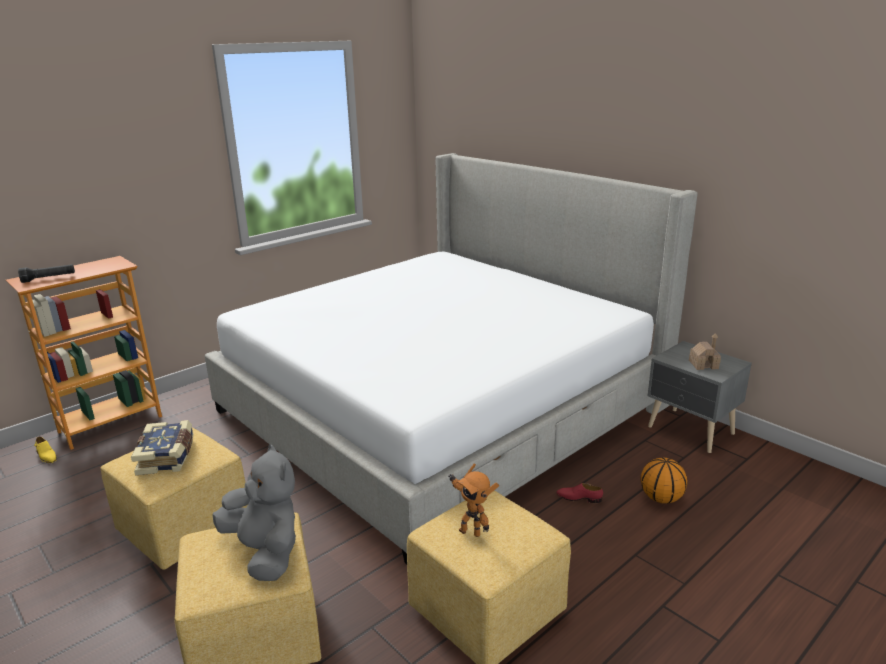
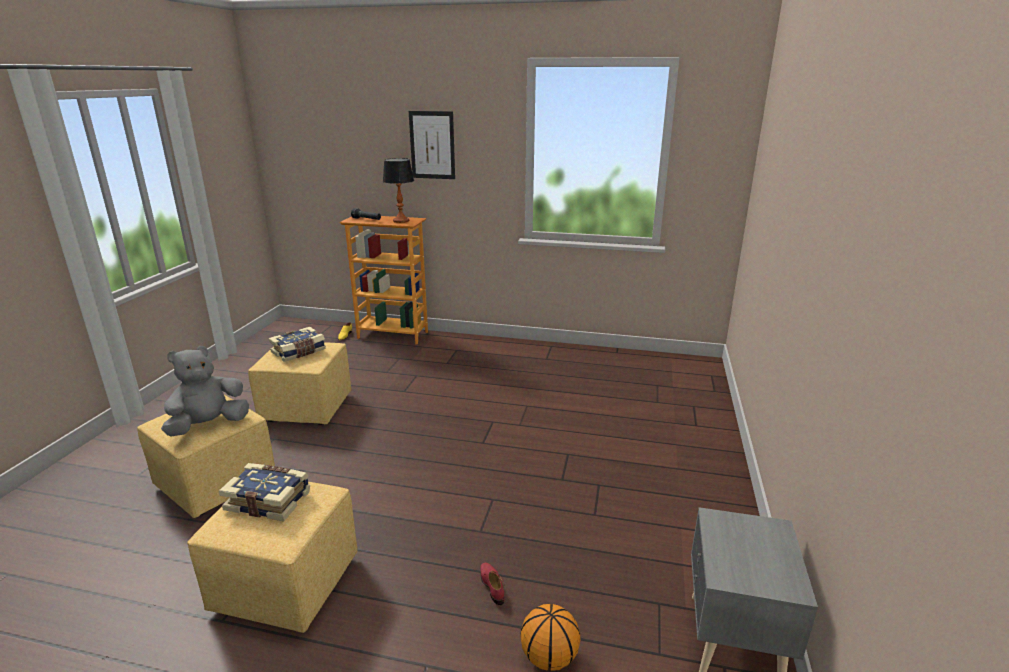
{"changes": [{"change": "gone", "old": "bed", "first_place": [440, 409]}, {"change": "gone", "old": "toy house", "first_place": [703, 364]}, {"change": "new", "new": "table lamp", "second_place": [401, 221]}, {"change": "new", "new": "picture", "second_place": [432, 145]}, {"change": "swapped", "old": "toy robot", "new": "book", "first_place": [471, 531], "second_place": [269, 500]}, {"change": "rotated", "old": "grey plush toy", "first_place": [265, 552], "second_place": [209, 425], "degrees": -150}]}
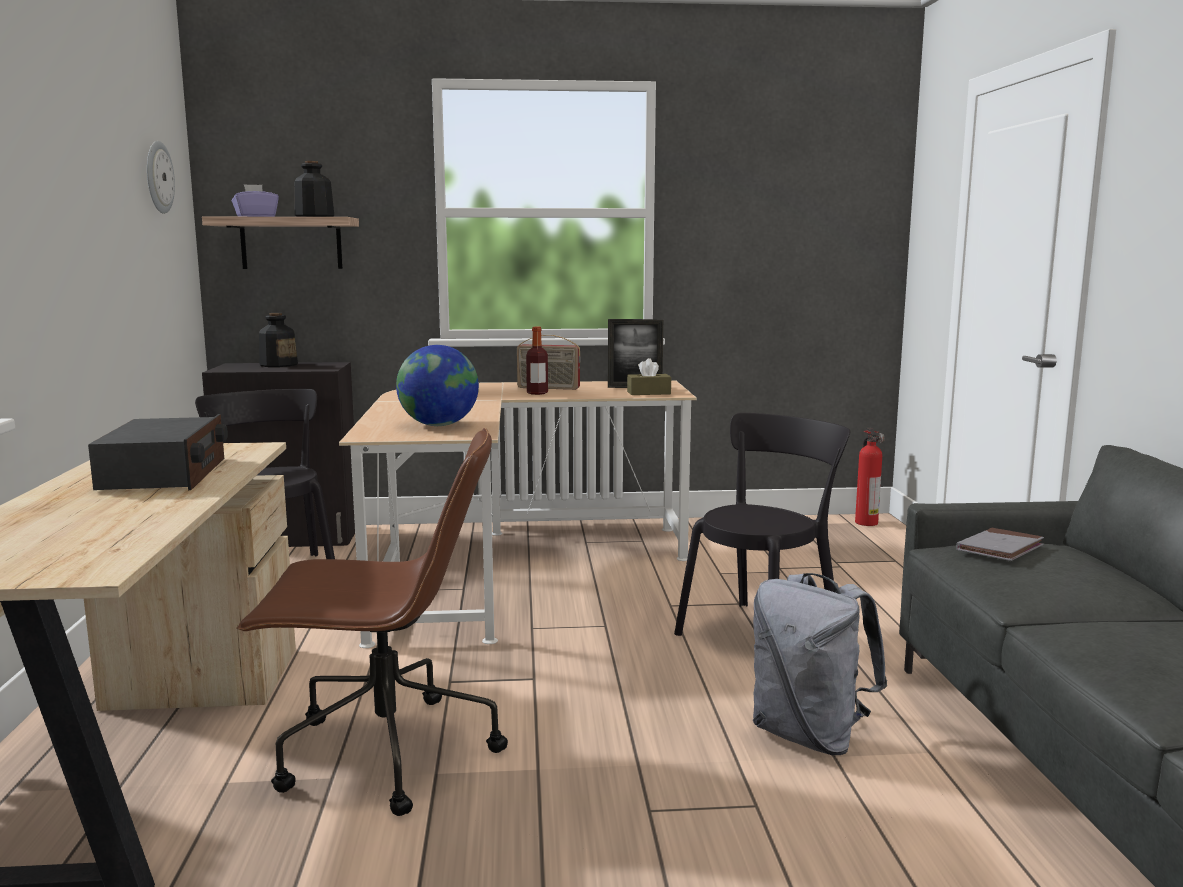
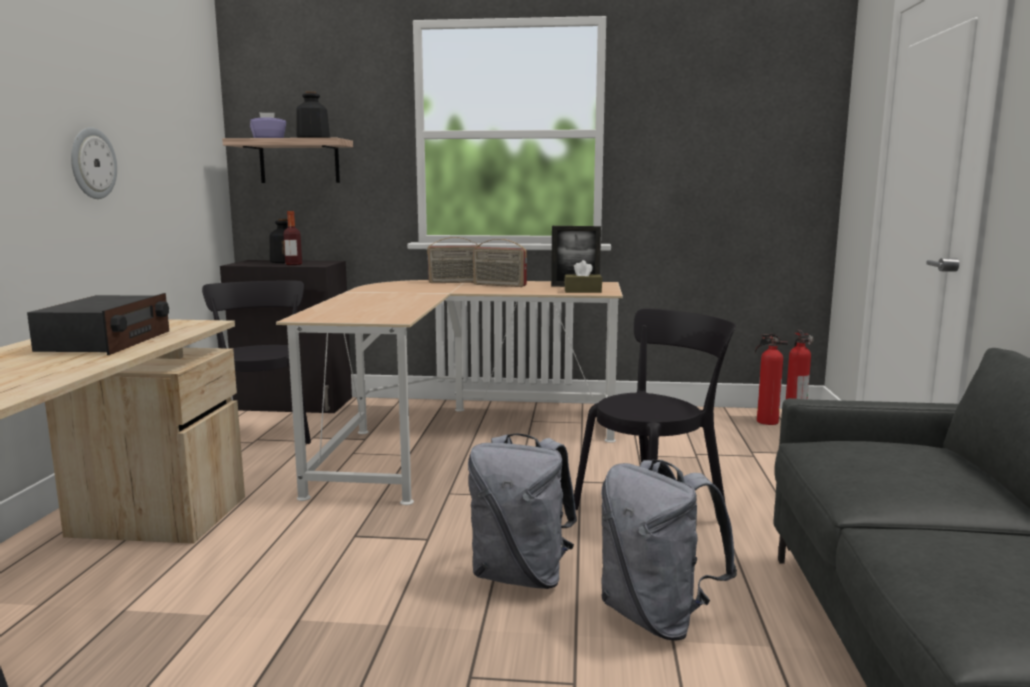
{"changes": [{"change": "gone", "old": "brown office chair", "first_place": [384, 754]}, {"change": "gone", "old": "globe", "first_place": [439, 425]}, {"change": "gone", "old": "grey book", "first_place": [999, 549]}, {"change": "new", "new": "radio", "second_place": [455, 282]}, {"change": "new", "new": "grey backpack", "second_place": [521, 576]}, {"change": "new", "new": "fire extinguisher", "second_place": [765, 421]}, {"change": "shifted", "old": "wall clock", "first_place": [158, 177], "second_place": [92, 163]}, {"change": "shifted", "old": "bottle", "first_place": [537, 393], "second_place": [293, 264]}]}
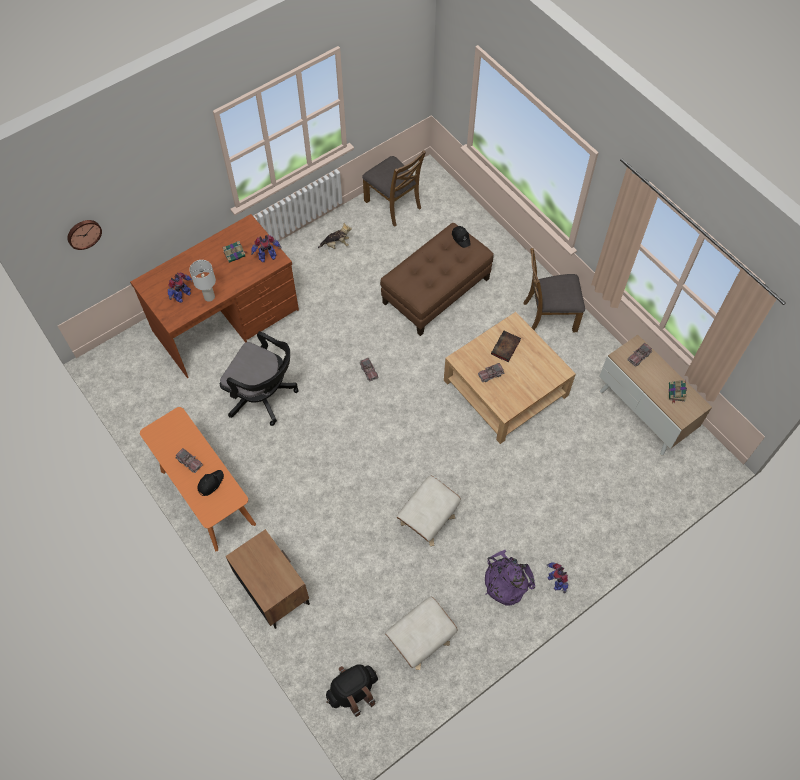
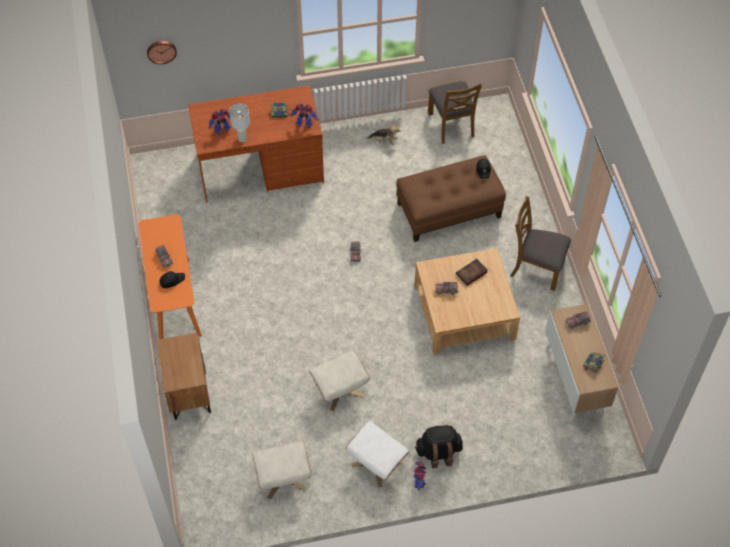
{"changes": [{"change": "gone", "old": "black office chair", "first_place": [264, 396]}, {"change": "shifted", "old": "black backpack", "first_place": [353, 691], "second_place": [438, 452]}, {"change": "swapped", "old": "purple backpack", "new": "white ottoman", "first_place": [506, 581], "second_place": [377, 463]}]}
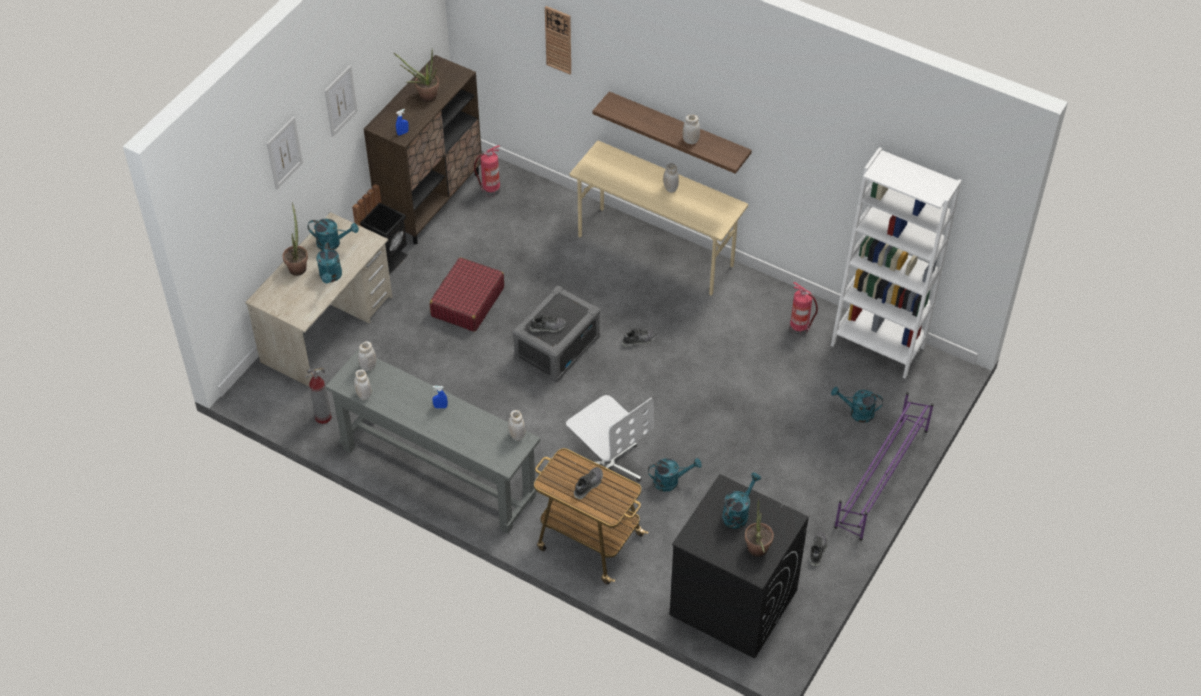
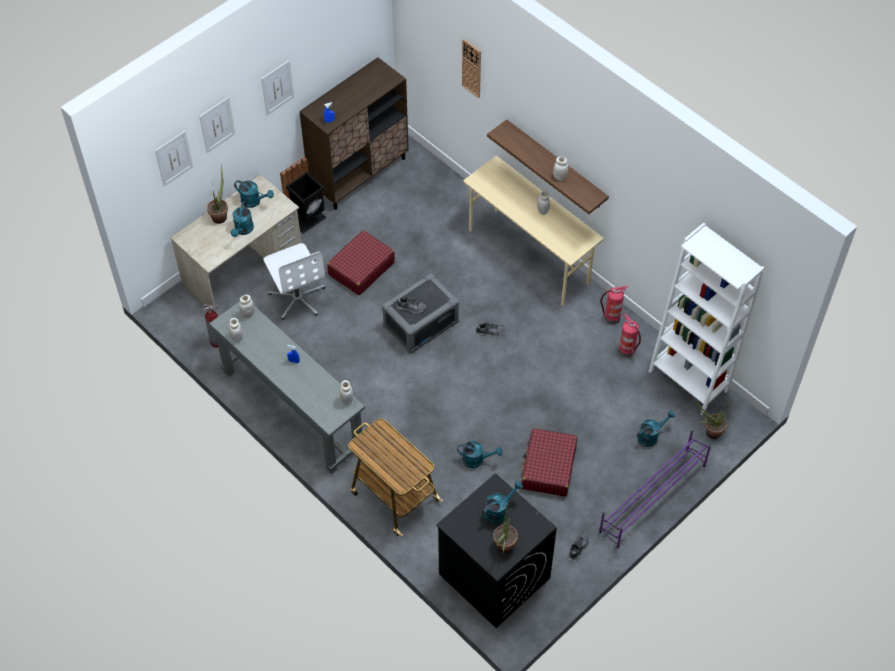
{"changes": [{"change": "gone", "old": "shoe", "first_place": [588, 485]}, {"change": "new", "new": "picture", "second_place": [174, 158]}, {"change": "new", "new": "red suitcase", "second_place": [548, 467]}, {"change": "shifted", "old": "potted plant", "first_place": [424, 97], "second_place": [709, 432]}, {"change": "shifted", "old": "fire extinguisher", "first_place": [490, 190], "second_place": [611, 318]}, {"change": "shifted", "old": "white office chair", "first_place": [608, 464], "second_place": [298, 298]}, {"change": "rotated", "old": "turquoise watering can", "first_place": [857, 412], "second_place": [651, 435], "degrees": 120}]}
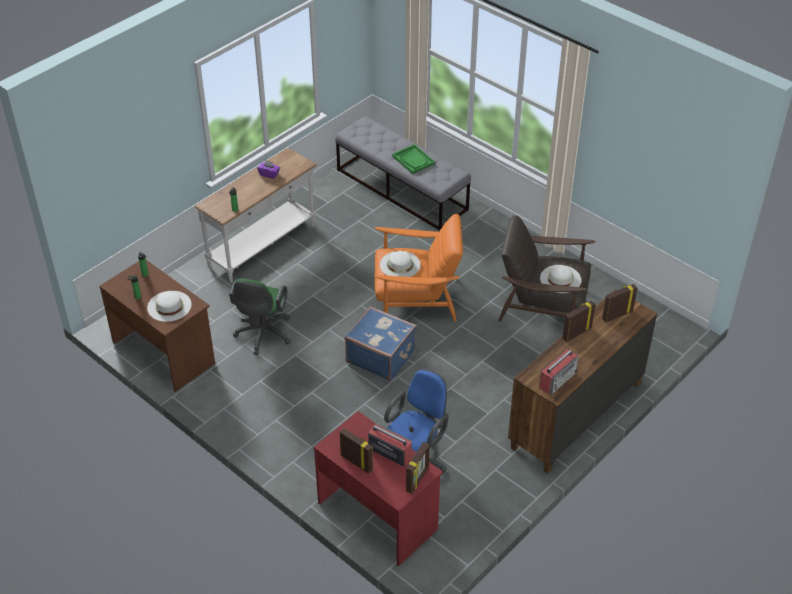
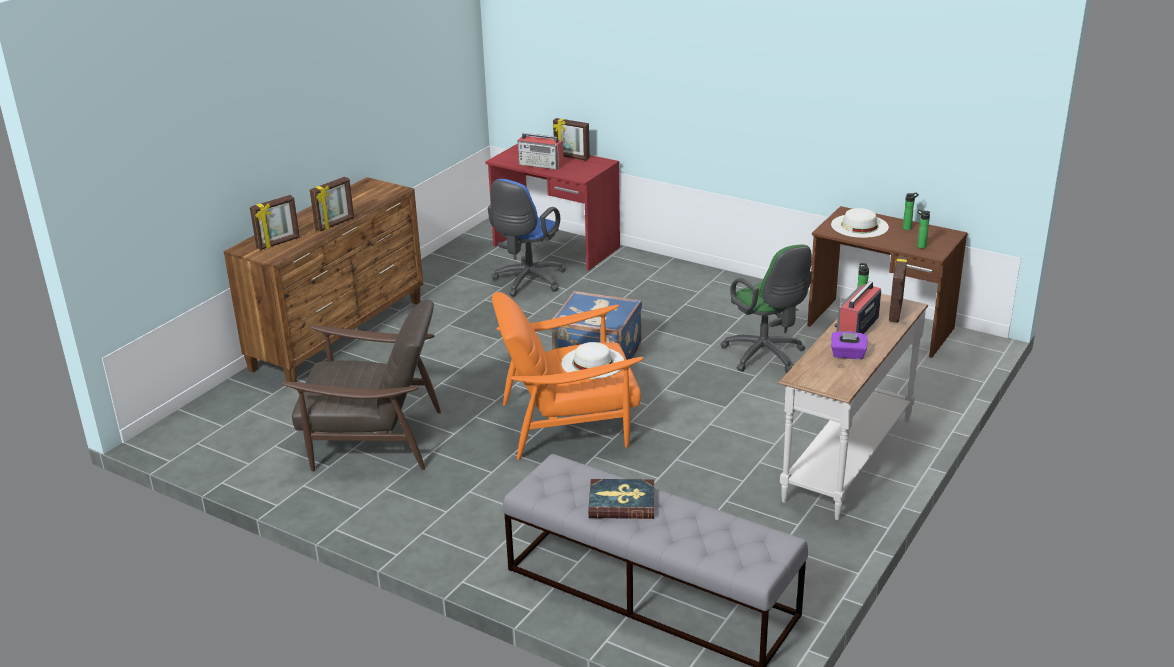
{"changes": [{"change": "gone", "old": "white hat", "first_place": [560, 279]}, {"change": "shifted", "old": "picture frame", "first_place": [418, 479], "second_place": [895, 311]}, {"change": "shifted", "old": "radio", "first_place": [558, 379], "second_place": [857, 328]}, {"change": "swapped", "old": "green tray", "new": "book", "first_place": [413, 160], "second_place": [621, 502]}, {"change": "rotated", "old": "green office chair", "first_place": [263, 335], "second_place": [766, 357], "degrees": 150}]}
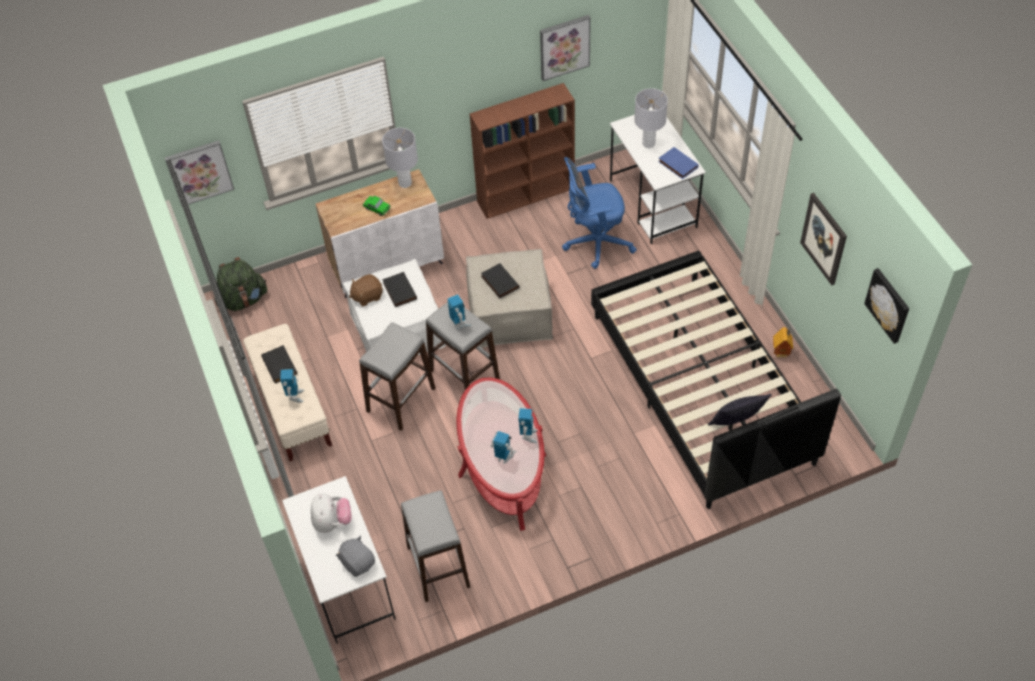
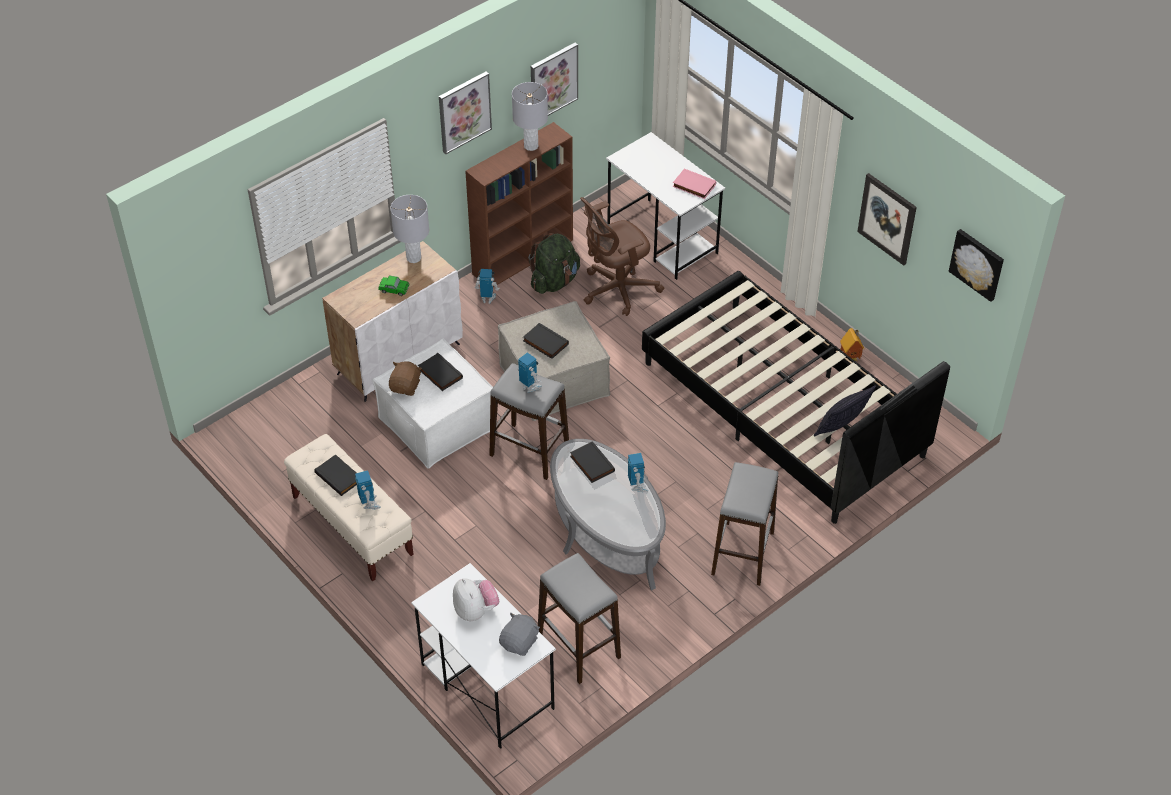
{"changes": [{"change": "new", "new": "black book", "second_place": [591, 464]}, {"change": "shifted", "old": "picture", "first_place": [199, 172], "second_place": [464, 111]}, {"change": "shifted", "old": "green backpack", "first_place": [243, 300], "second_place": [554, 281]}, {"change": "shifted", "old": "grey stool", "first_place": [401, 400], "second_place": [743, 553]}, {"change": "shifted", "old": "toy robot", "first_place": [503, 457], "second_place": [487, 299]}, {"change": "shifted", "old": "grey table lamp", "first_place": [648, 143], "second_place": [531, 146]}, {"change": "repainted", "old": "red coffee table", "new": "grey coffee table", "first_place": [502, 465], "second_place": [606, 531]}, {"change": "repainted", "old": "blue office chair", "new": "brown office chair", "first_place": [595, 242], "second_place": [616, 290]}, {"change": "repainted", "old": "blue book", "new": "pink book", "first_place": [677, 165], "second_place": [693, 186]}, {"change": "rotated", "old": "grey plush toy", "first_place": [358, 562], "second_place": [520, 642], "degrees": 90}, {"change": "rotated", "old": "brown plush toy", "first_place": [367, 296], "second_place": [406, 386], "degrees": 150}]}
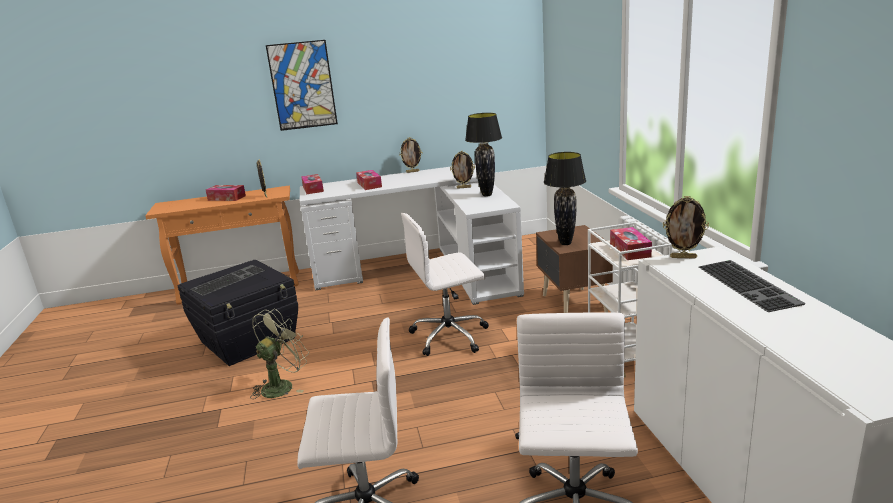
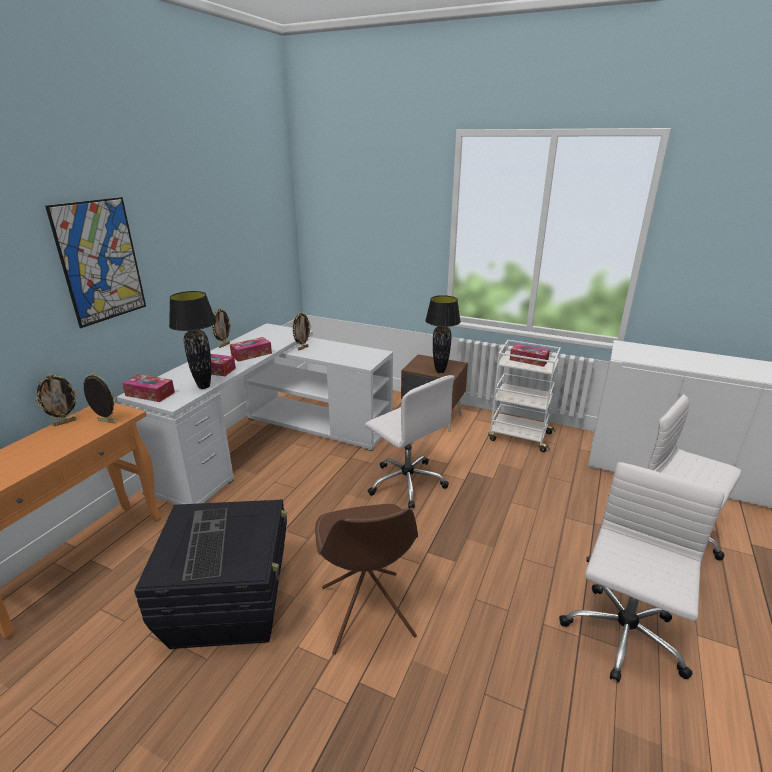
{"changes": [{"change": "gone", "old": "keyboard", "first_place": [750, 285]}, {"change": "shifted", "old": "tissue box", "first_place": [226, 198], "second_place": [251, 354]}, {"change": "shifted", "old": "black table lamp", "first_place": [487, 195], "second_place": [204, 386]}, {"change": "shifted", "old": "picture frame", "first_place": [683, 257], "second_place": [65, 422]}, {"change": "swapped", "old": "green fan", "new": "brown chair", "first_place": [282, 385], "second_place": [367, 613]}, {"change": "rotated", "old": "white office chair", "first_place": [450, 336], "second_place": [406, 482], "degrees": -60}]}
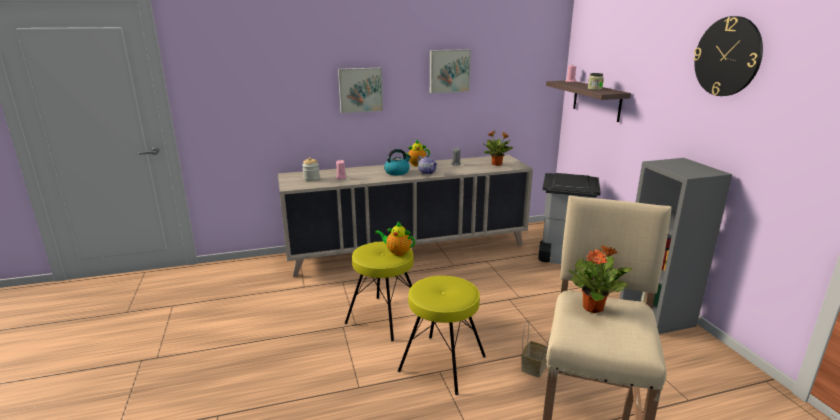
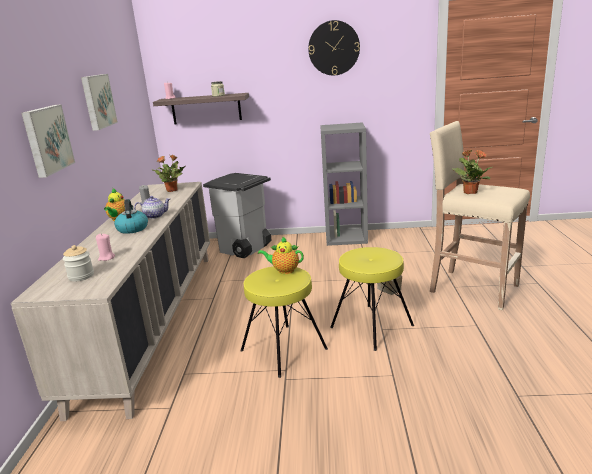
{"changes": [{"change": "rotated", "old": "teapot", "first_place": [397, 252], "second_place": [284, 270], "degrees": 60}]}
